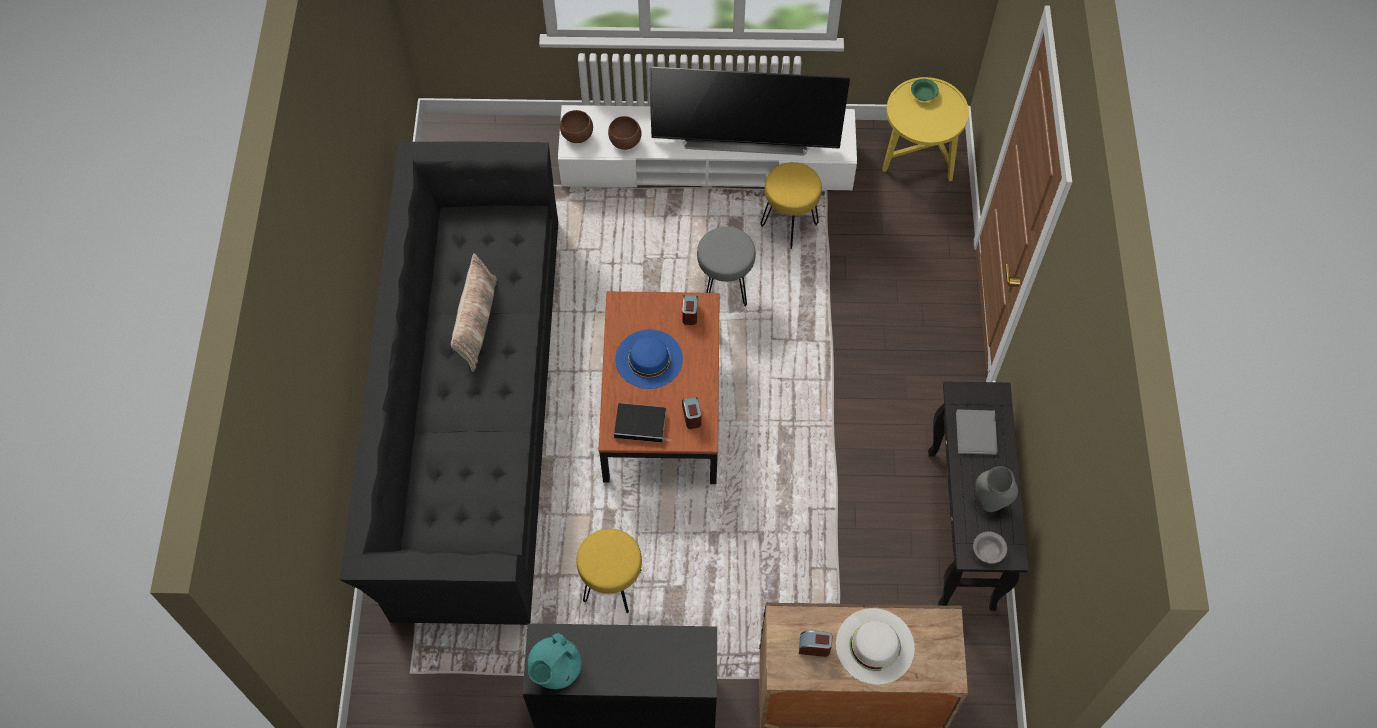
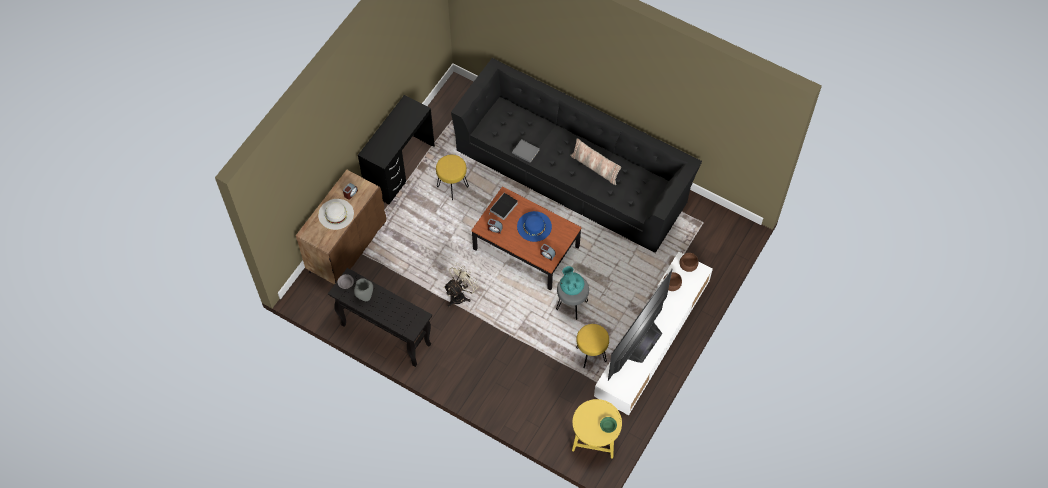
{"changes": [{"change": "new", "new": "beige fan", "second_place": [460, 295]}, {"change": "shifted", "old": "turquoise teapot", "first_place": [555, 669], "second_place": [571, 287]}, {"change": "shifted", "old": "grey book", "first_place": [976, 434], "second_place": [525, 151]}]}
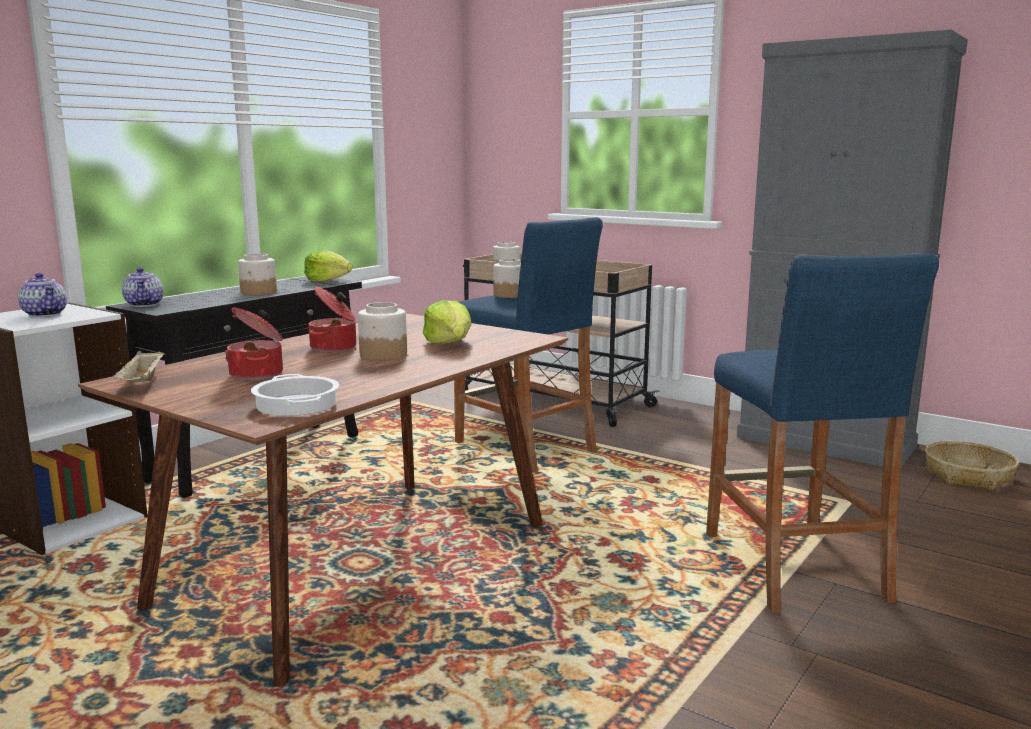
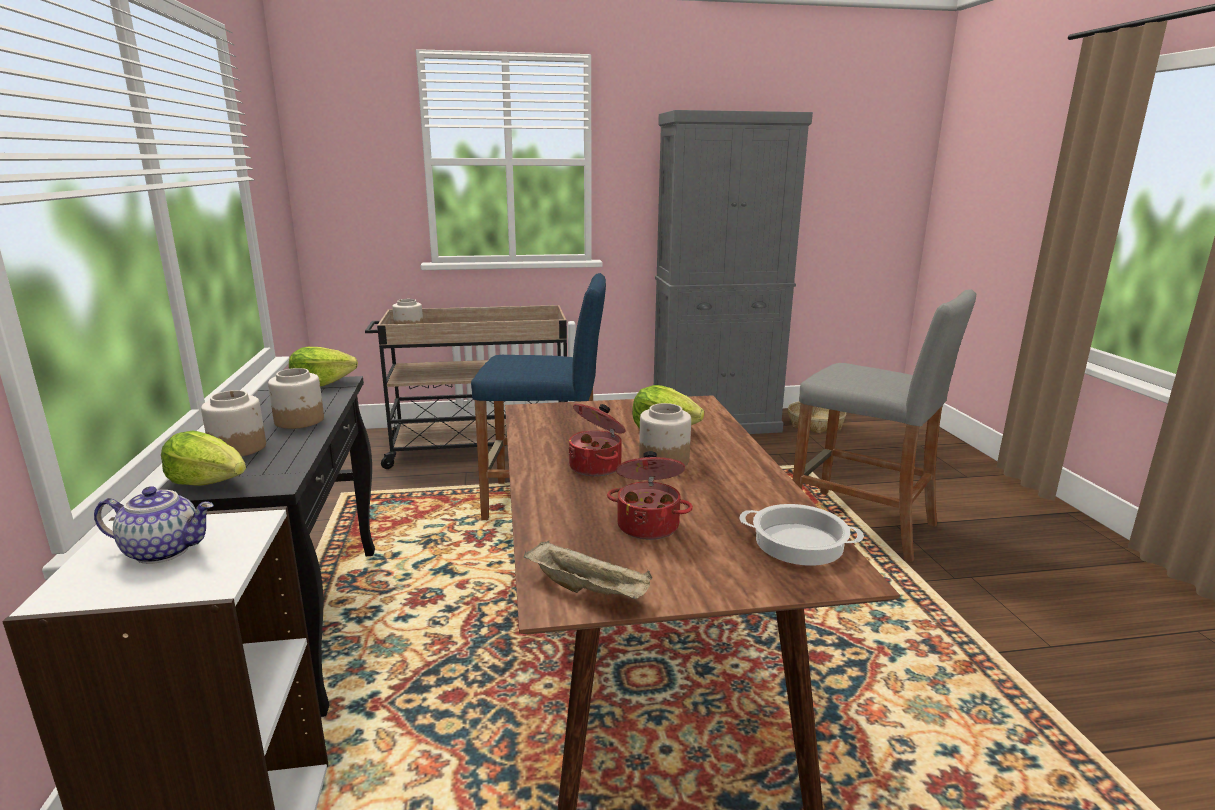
{"changes": [{"change": "shifted", "old": "jar", "first_place": [509, 295], "second_place": [238, 448]}, {"change": "swapped", "old": "teapot", "new": "lettuce", "first_place": [145, 304], "second_place": [209, 482]}, {"change": "repainted", "old": "blue stool", "new": "grey stool", "first_place": [792, 566], "second_place": [861, 524]}]}
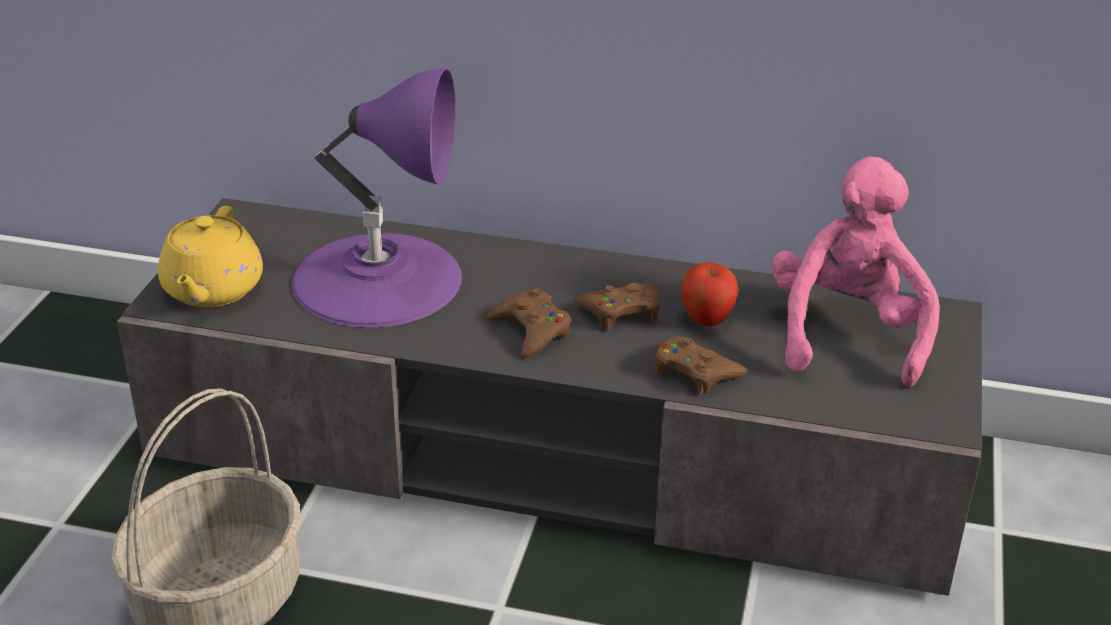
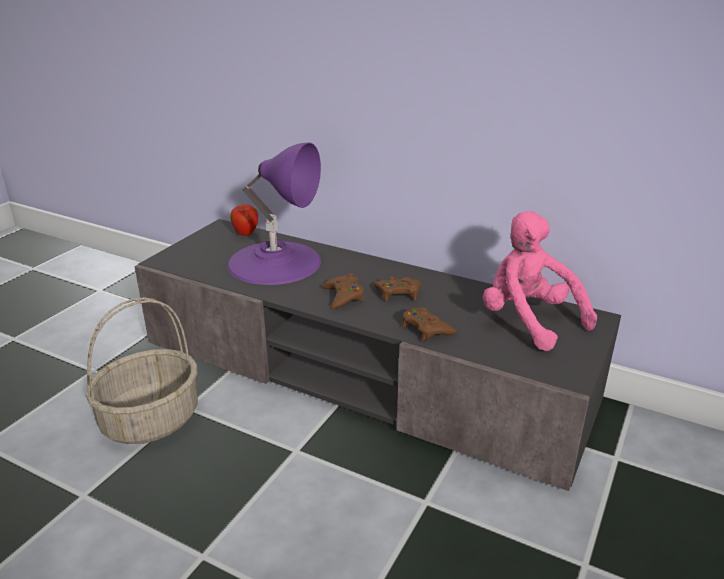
{"changes": [{"change": "gone", "old": "yellow teapot", "first_place": [212, 290]}, {"change": "shifted", "old": "apple", "first_place": [706, 321], "second_place": [245, 234]}, {"change": "rotated", "old": "pink plush toy", "first_place": [847, 334], "second_place": [528, 320], "degrees": -60}]}
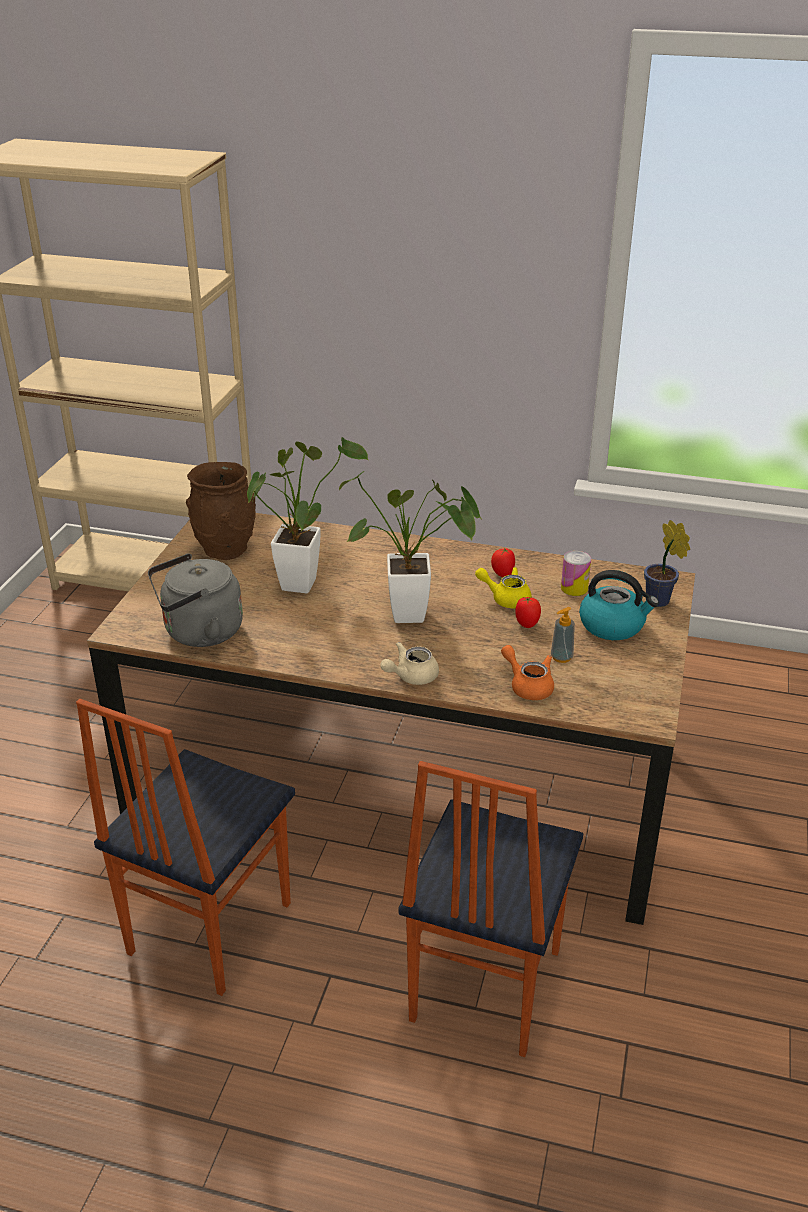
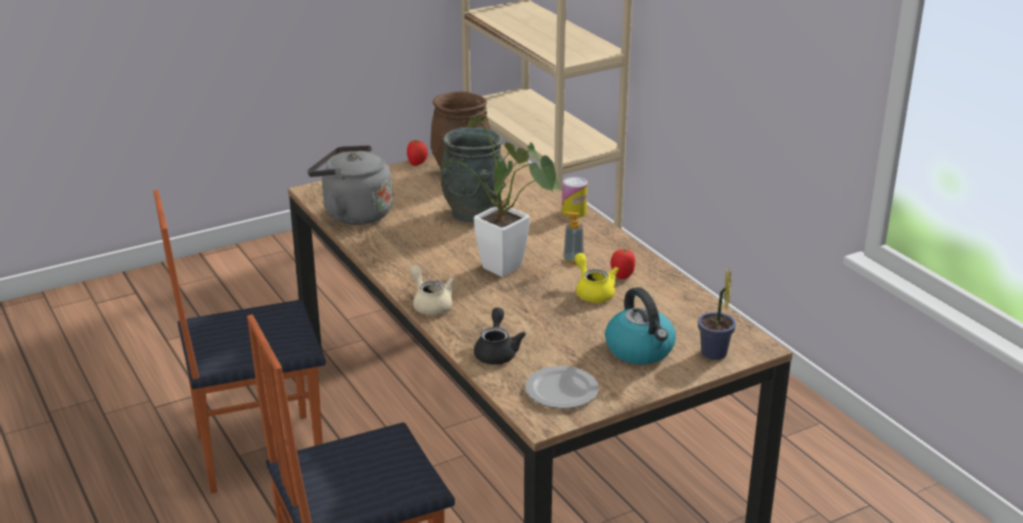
{"changes": [{"change": "new", "new": "plate", "second_place": [562, 390]}, {"change": "shifted", "old": "tomato", "first_place": [527, 624], "second_place": [417, 164]}, {"change": "shifted", "old": "soap dispenser", "first_place": [561, 657], "second_place": [573, 260]}, {"change": "shifted", "old": "can", "first_place": [574, 588], "second_place": [574, 212]}, {"change": "swapped", "old": "potted plant", "new": "grey vase", "first_place": [302, 580], "second_place": [472, 213]}, {"change": "repainted", "old": "orange teapot", "new": "black teapot", "first_place": [528, 685], "second_place": [497, 352]}, {"change": "rotated", "old": "beige teapot", "first_place": [411, 676], "second_place": [430, 304], "degrees": 45}]}
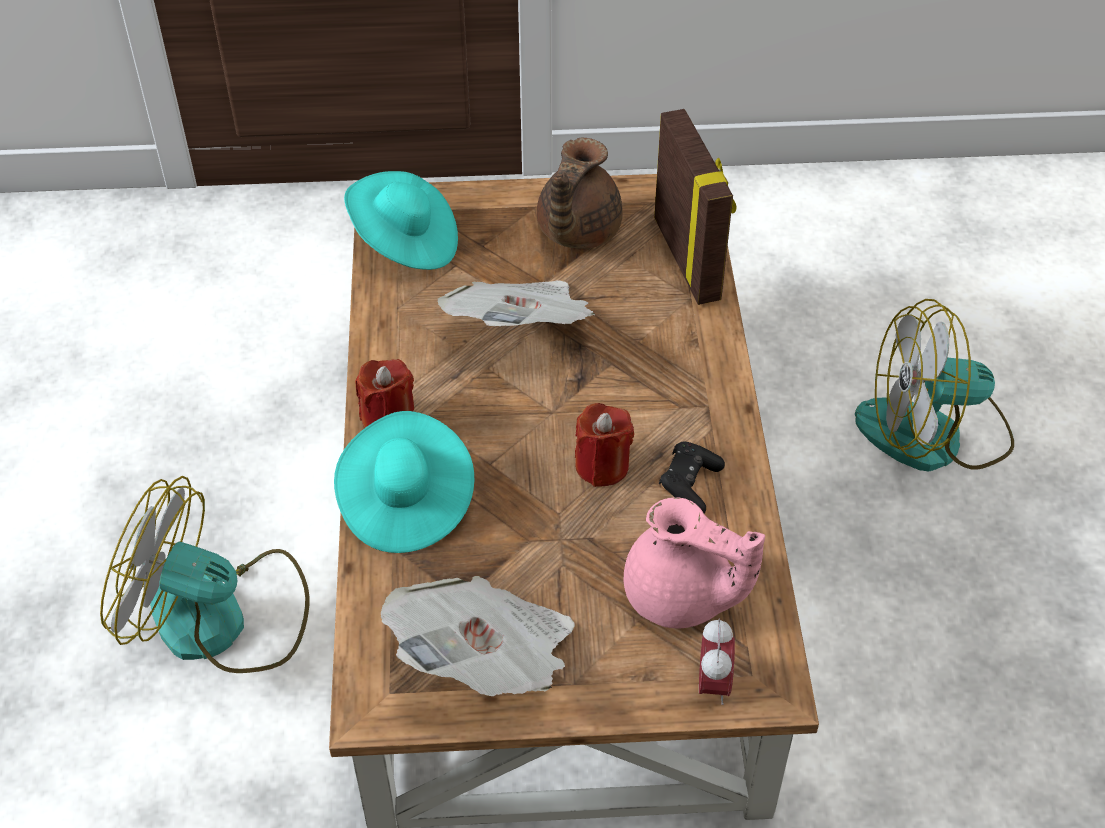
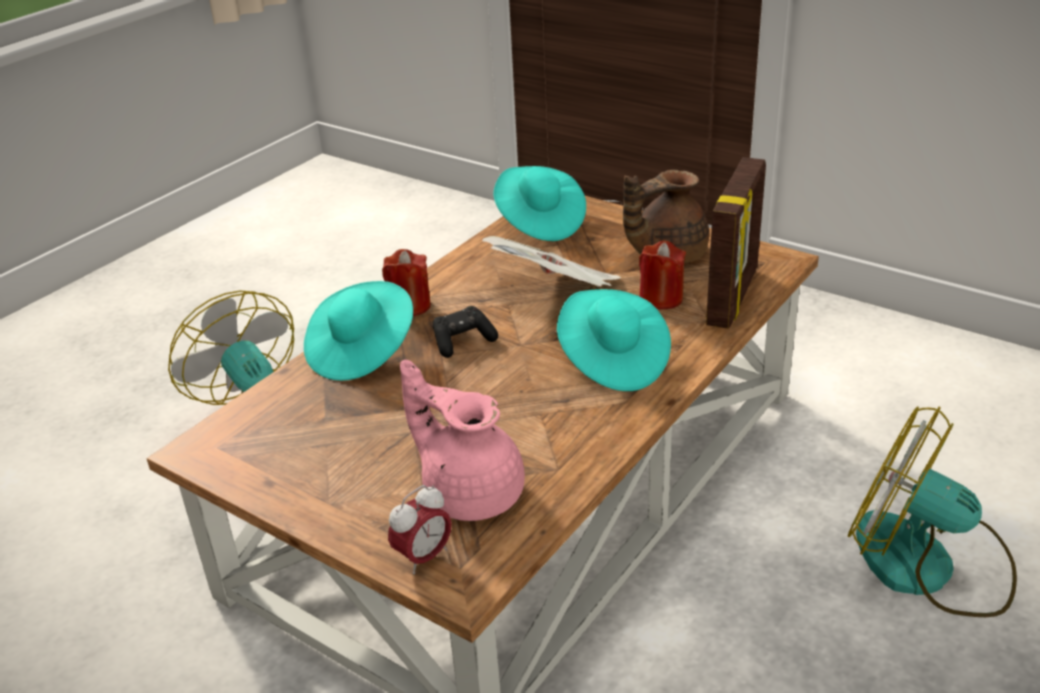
{"changes": [{"change": "gone", "old": "newspaper", "first_place": [486, 660]}, {"change": "new", "new": "turquoise hat", "second_place": [612, 362]}, {"change": "shifted", "old": "red candle", "first_place": [602, 466], "second_place": [661, 298]}, {"change": "shifted", "old": "black game controller", "first_place": [689, 485], "second_place": [463, 341]}, {"change": "rotated", "old": "pink teapot", "first_place": [681, 597], "second_place": [470, 491], "degrees": 150}]}
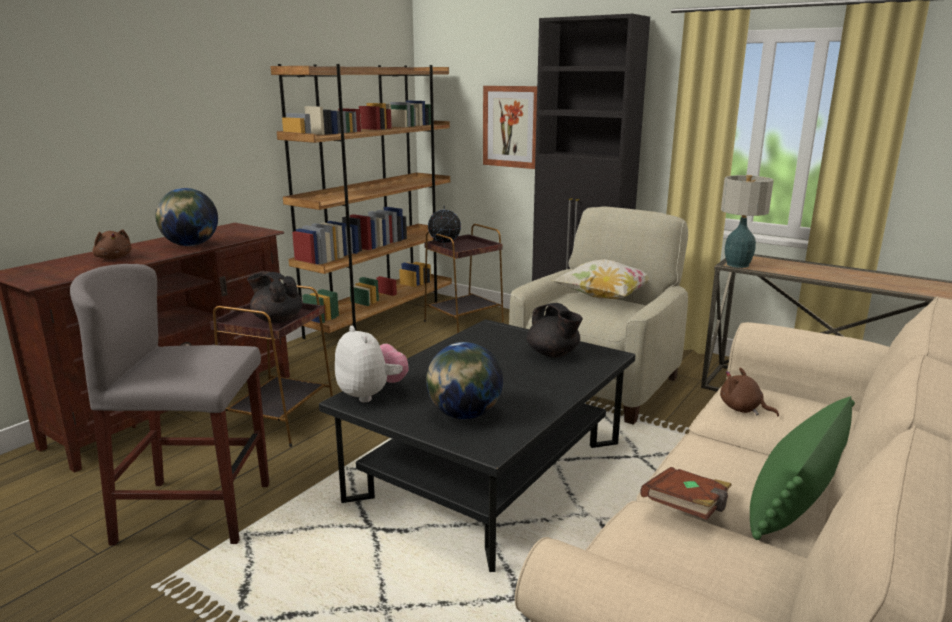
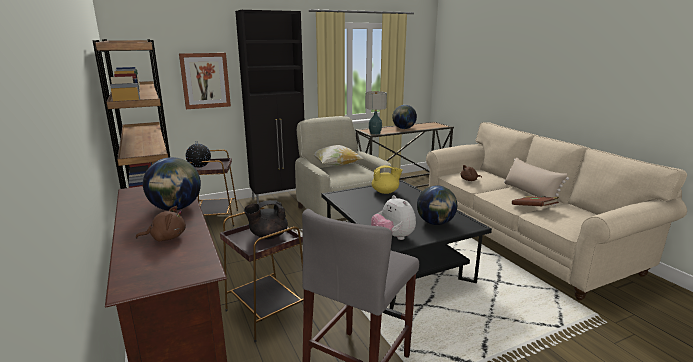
{"changes": [{"change": "new", "new": "globe", "second_place": [403, 128]}, {"change": "repainted", "old": "black teapot", "new": "yellow teapot", "first_place": [553, 354], "second_place": [385, 192]}, {"change": "repainted", "old": "green pillow", "new": "beige pillow", "first_place": [795, 496], "second_place": [530, 193]}, {"change": "rotated", "old": "plush toy", "first_place": [371, 394], "second_place": [393, 238], "degrees": -120}]}
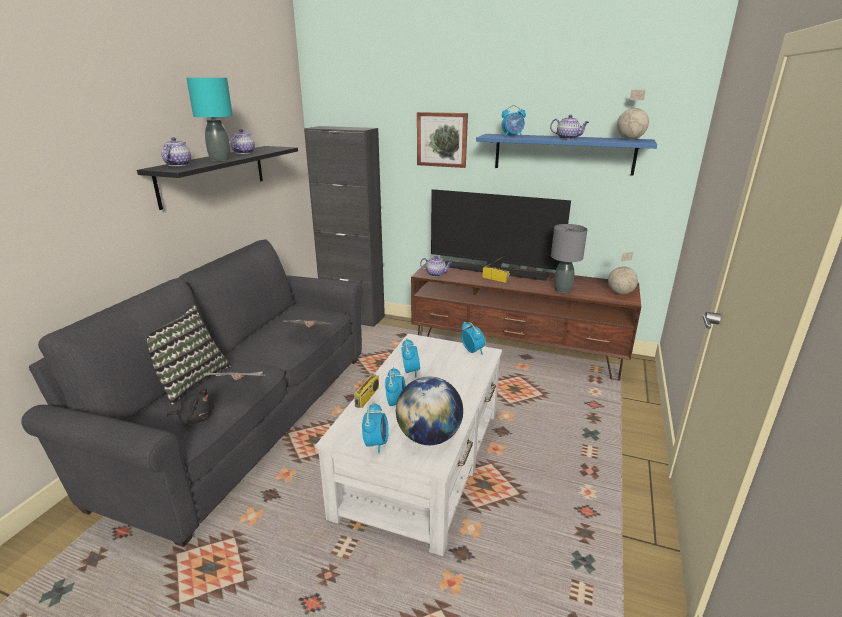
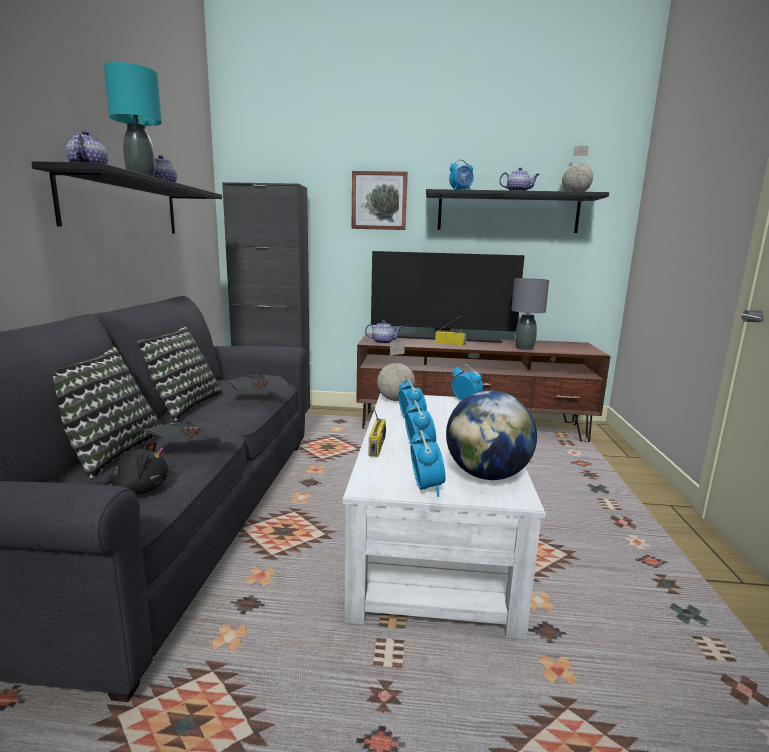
{"changes": [{"change": "new", "new": "pillow", "second_place": [182, 405]}, {"change": "shifted", "old": "globe", "first_place": [620, 293], "second_place": [396, 400]}, {"change": "repainted", "old": "blue shelf", "new": "black shelf", "first_place": [563, 154], "second_place": [507, 213]}]}
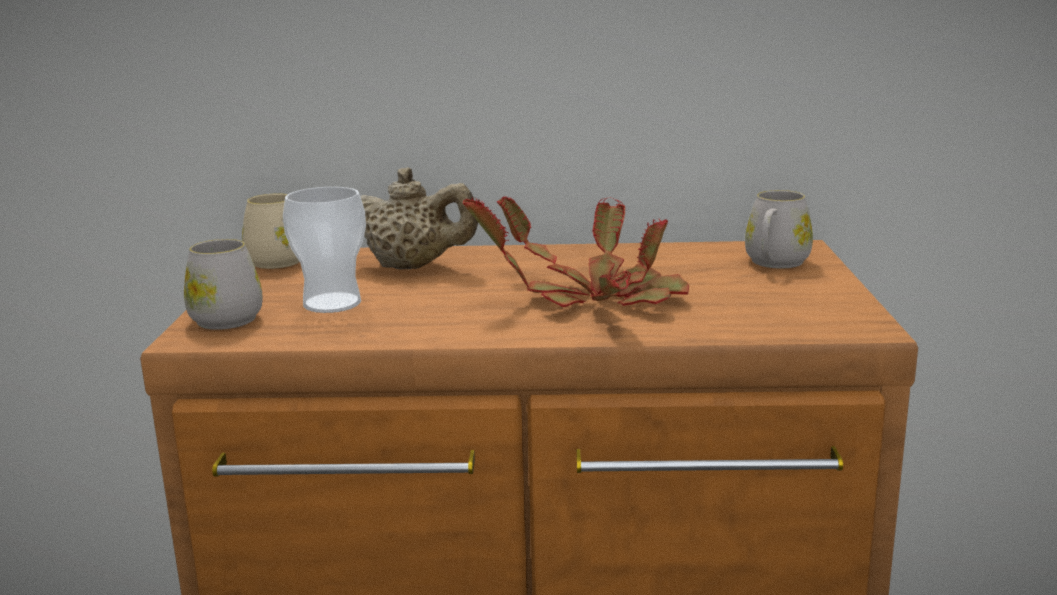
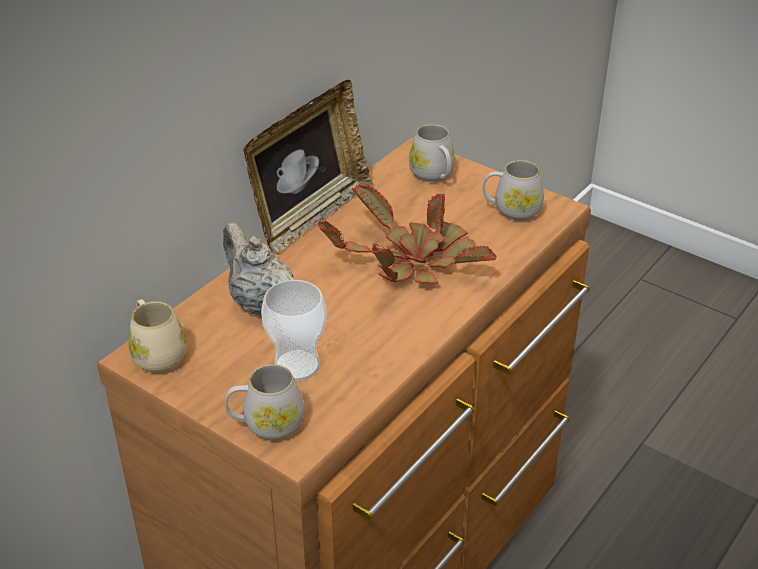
{"changes": [{"change": "new", "new": "picture frame", "second_place": [310, 216]}, {"change": "new", "new": "white mug", "second_place": [511, 210]}, {"change": "rotated", "old": "beige teapot", "first_place": [413, 267], "second_place": [260, 302], "degrees": -90}]}
